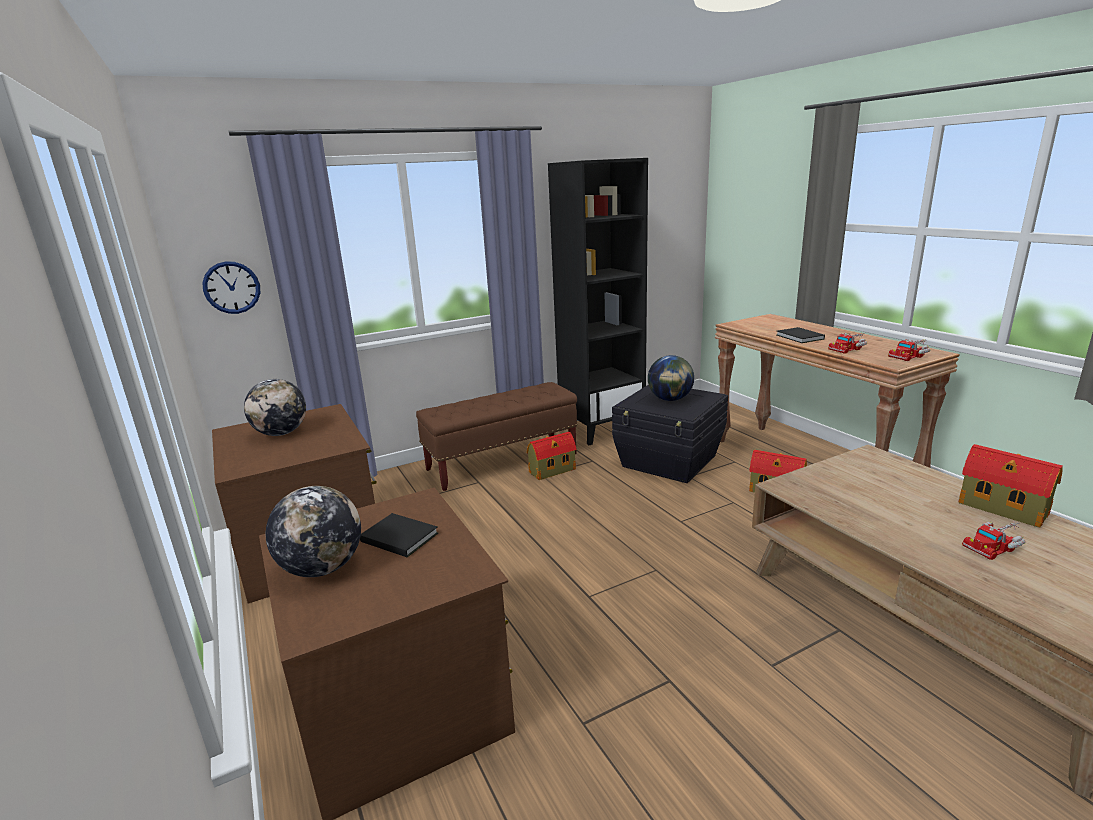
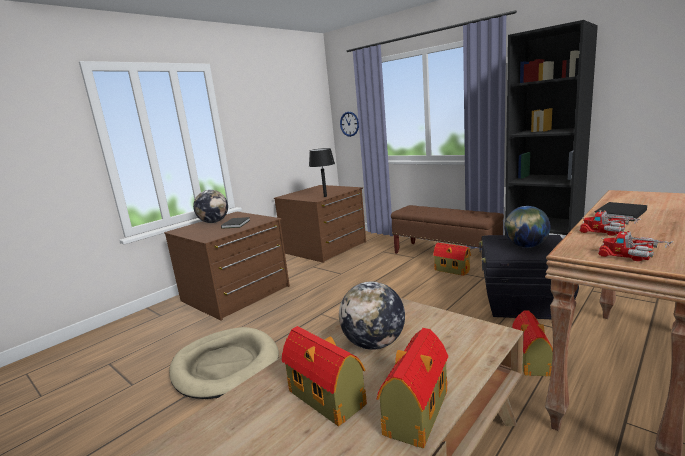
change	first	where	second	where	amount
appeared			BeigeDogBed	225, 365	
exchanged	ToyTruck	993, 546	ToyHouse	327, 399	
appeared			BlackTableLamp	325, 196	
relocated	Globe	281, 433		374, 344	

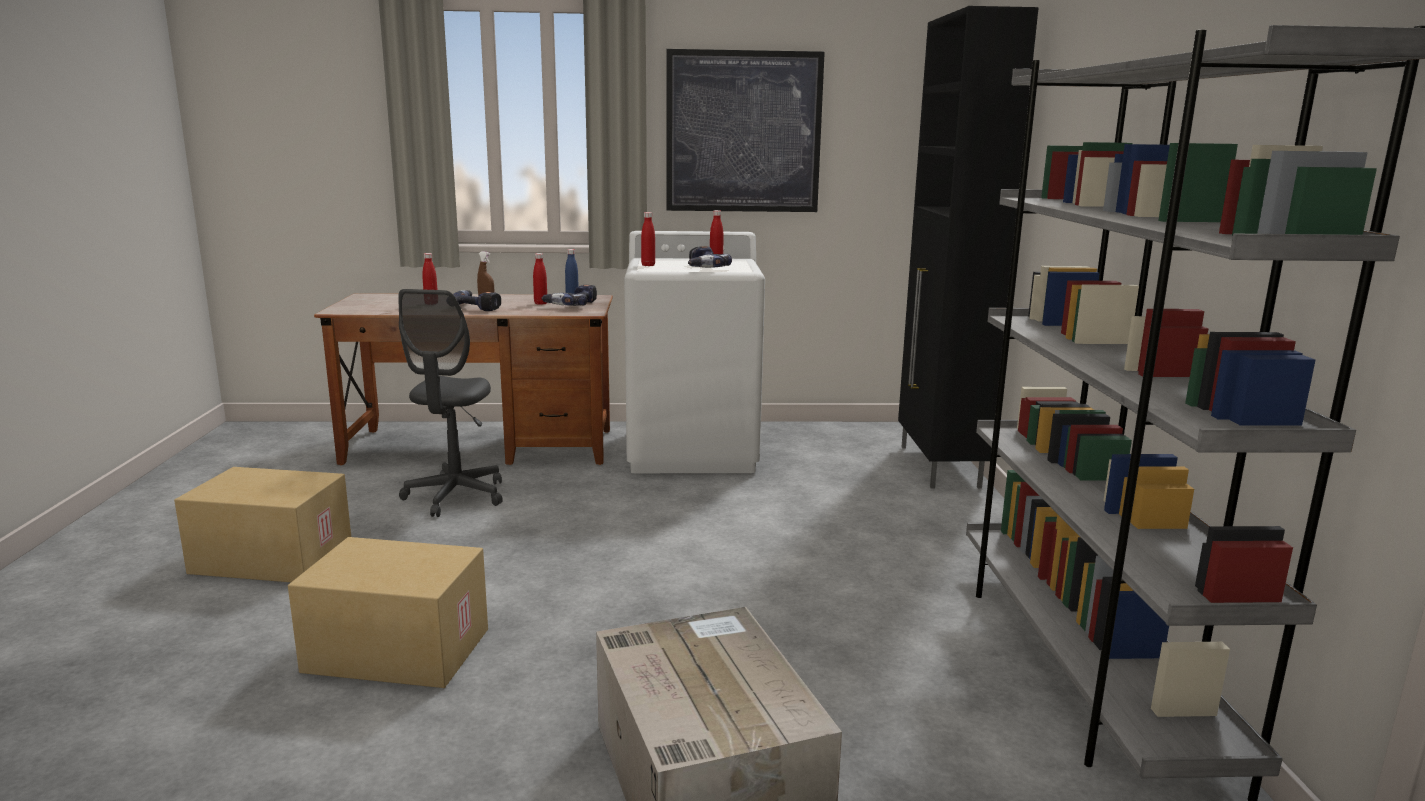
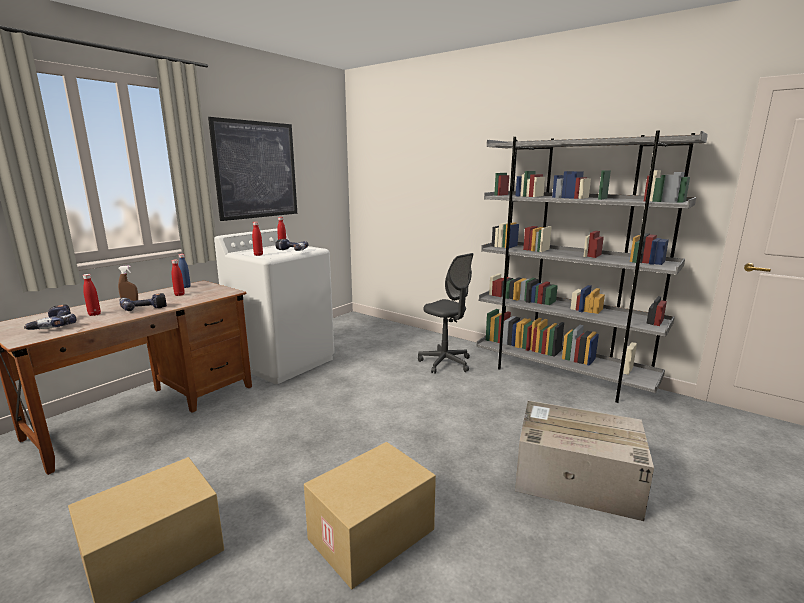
change	first	where	second	where	amount
relocated	PowerDrill	571, 304		53, 325	
relocated	GreyOfficeChair	456, 496		445, 363	
missing	BlackCabinet	938, 467			

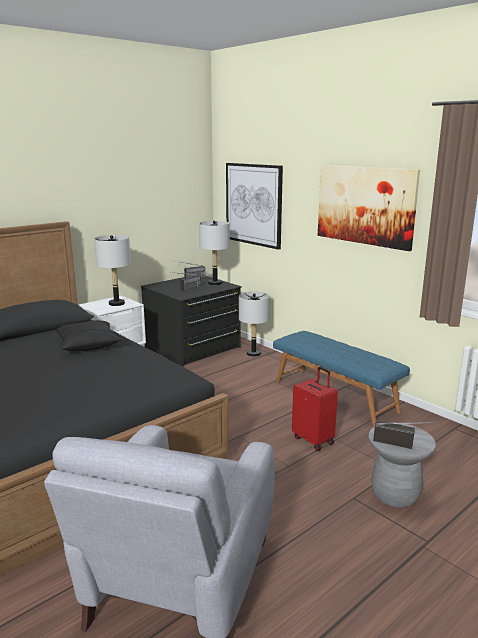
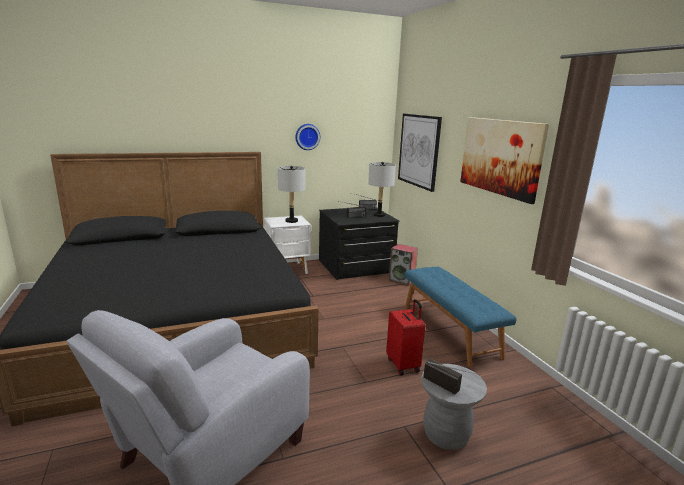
change	first	where	second	where	amount
appeared			WallClock	307, 136	
exchanged	GreyTableLamp	253, 353	Speaker	402, 280	
missing	BlackPillow	87, 345			

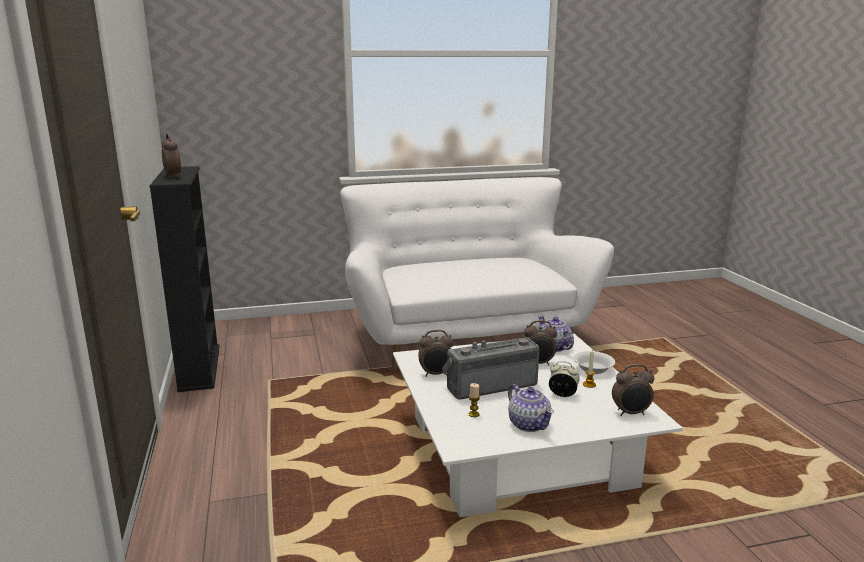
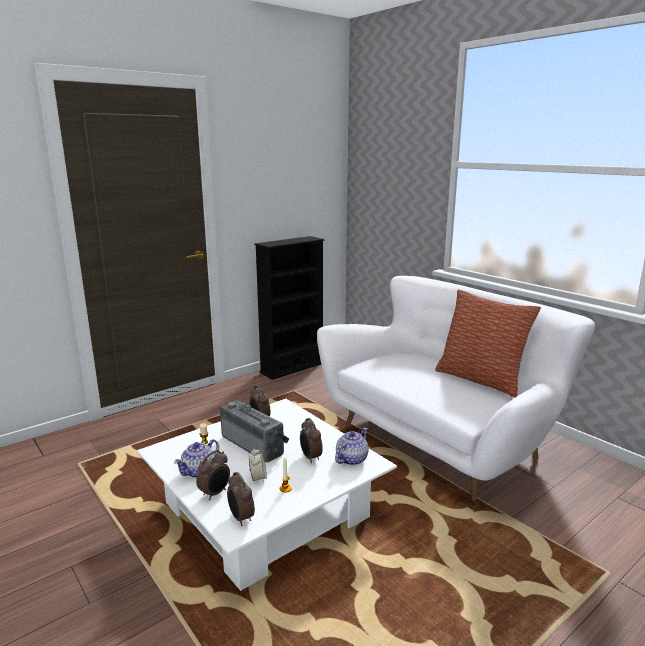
change	first	where	second	where	amount
relocated	AlarmClock	173, 176		215, 493	
appeared			Pillow	481, 379	
missing	WhiteBowl	593, 369			

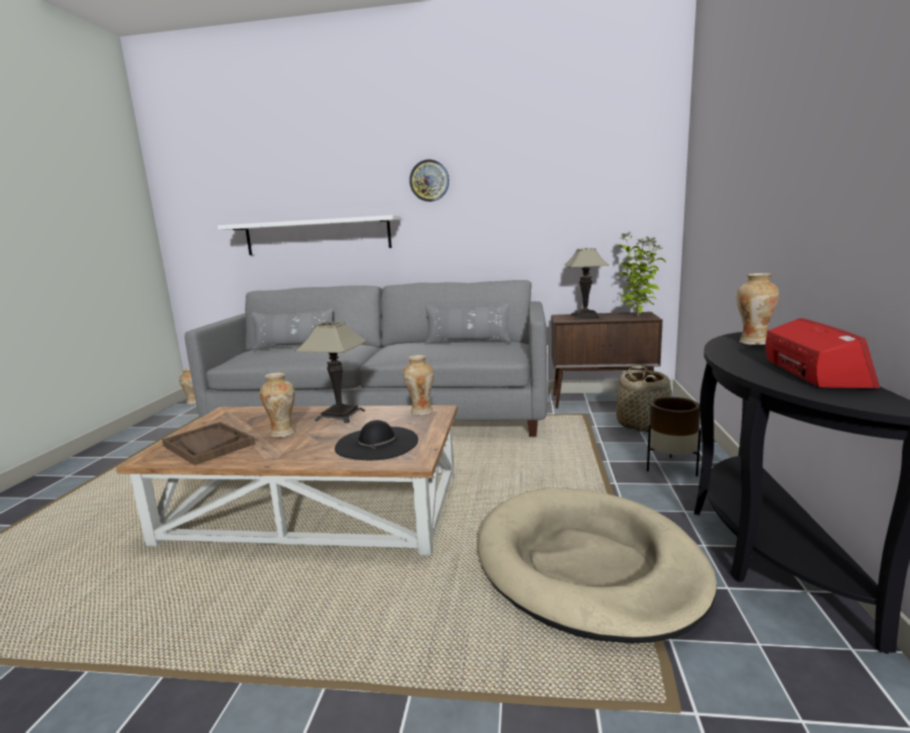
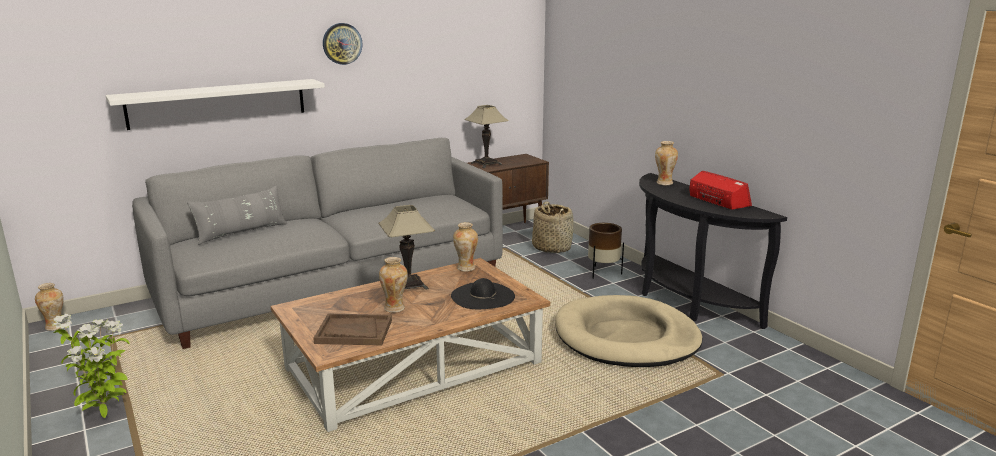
change	first	where	second	where	amount
relocated	PottedPlant	638, 316		105, 415	
missing	GreyPillow	468, 342			

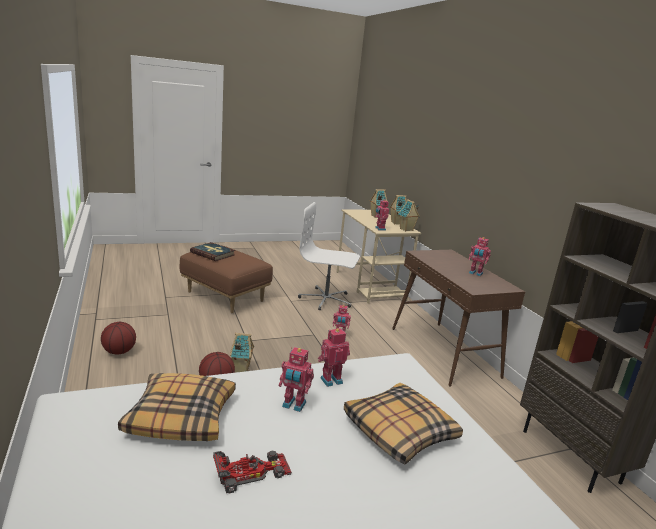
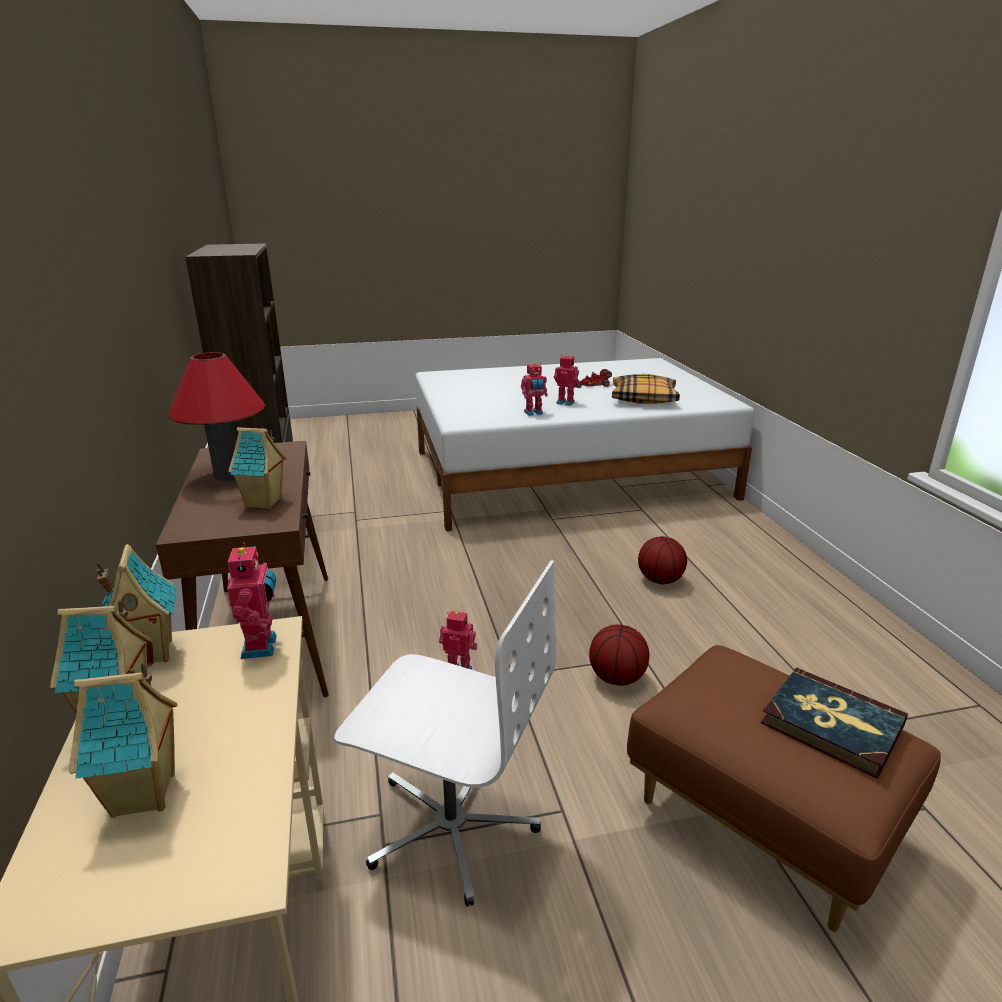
change	first	where	second	where	amount
exchanged	ToyRobot	475, 273	RedTableLamp	229, 475	
relocated	ToyHouse	240, 369		264, 503	
relocated	Basketball	119, 352		617, 678	
missing	Pillow	398, 431			

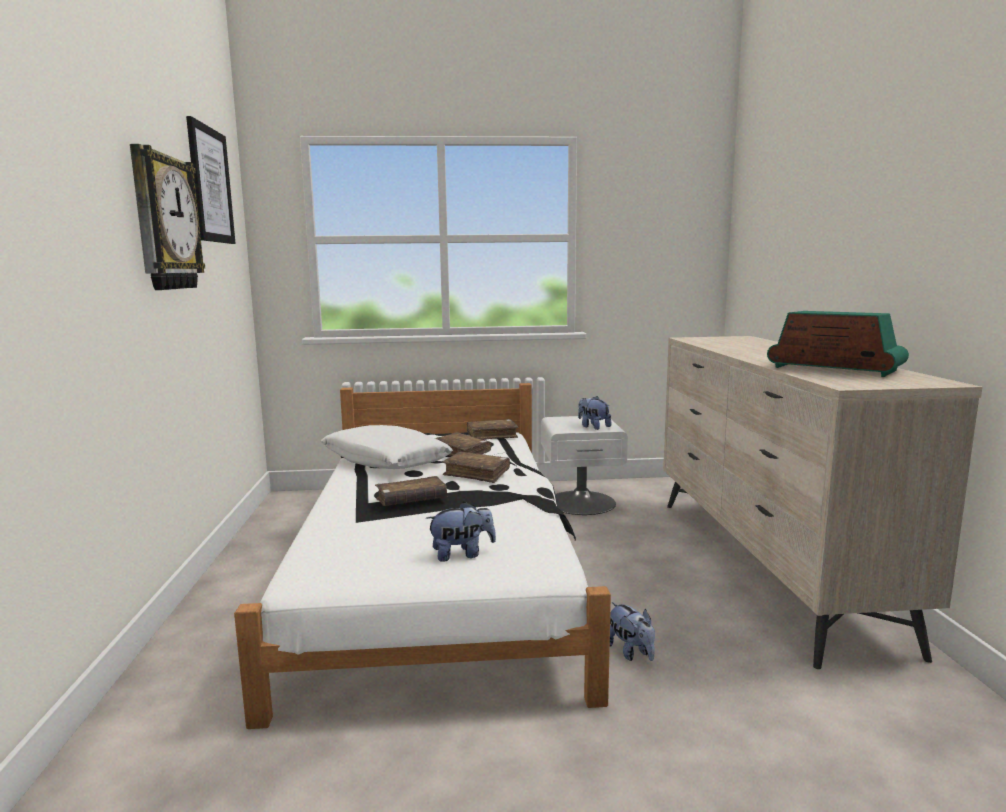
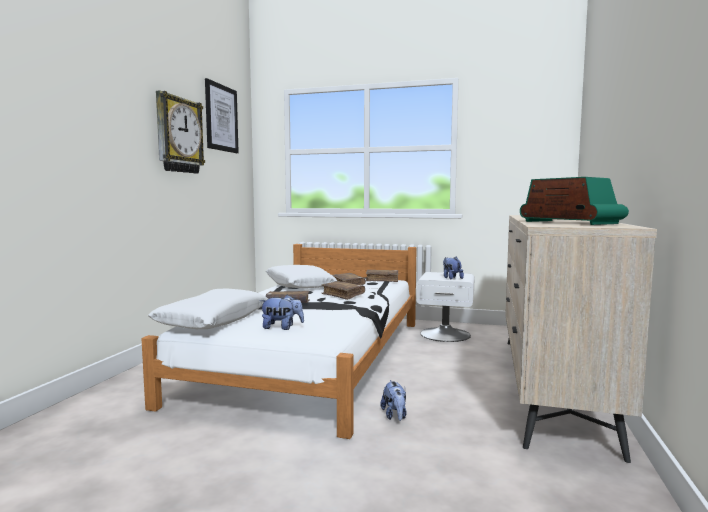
change	first	where	second	where	amount
appeared			WhitePillow	213, 320	

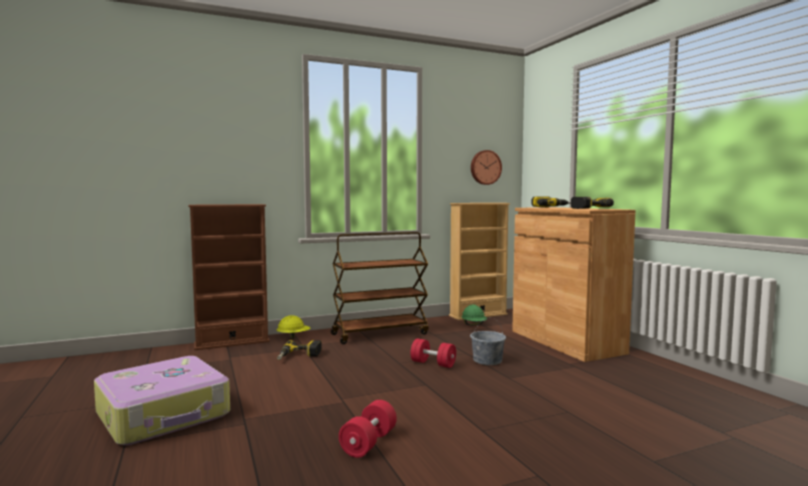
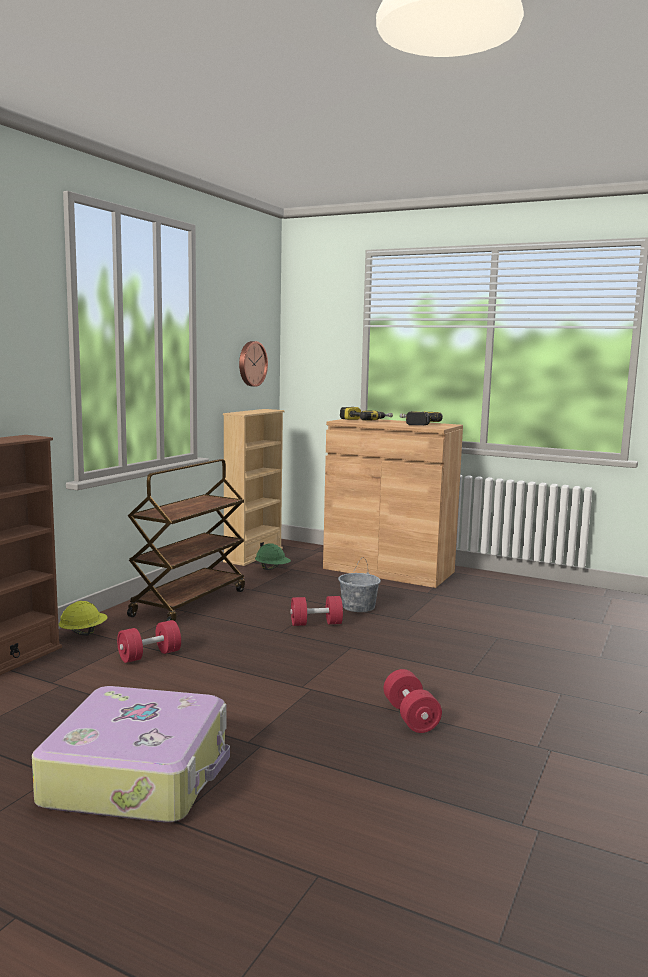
change	first	where	second	where	amount
exchanged	PowerDrill	299, 356	RedDumbbell	149, 655	

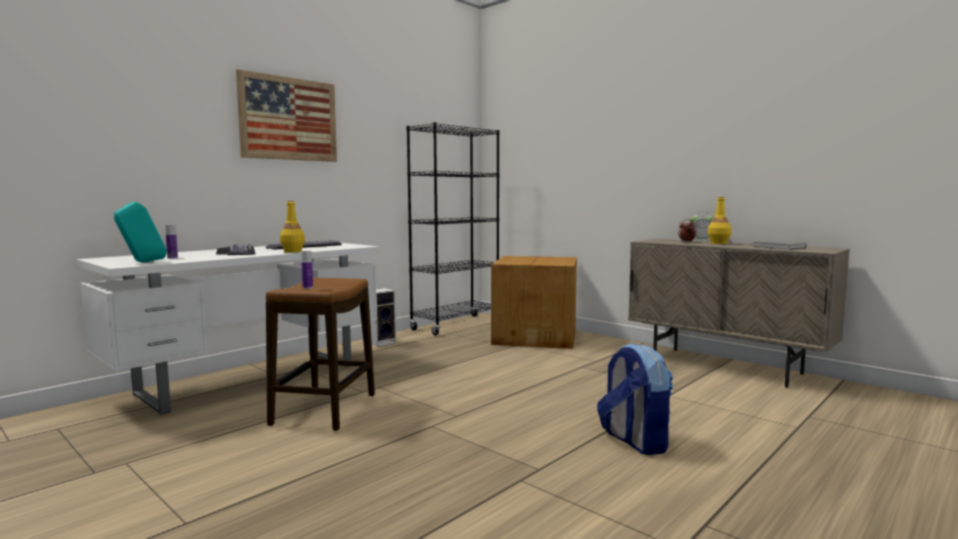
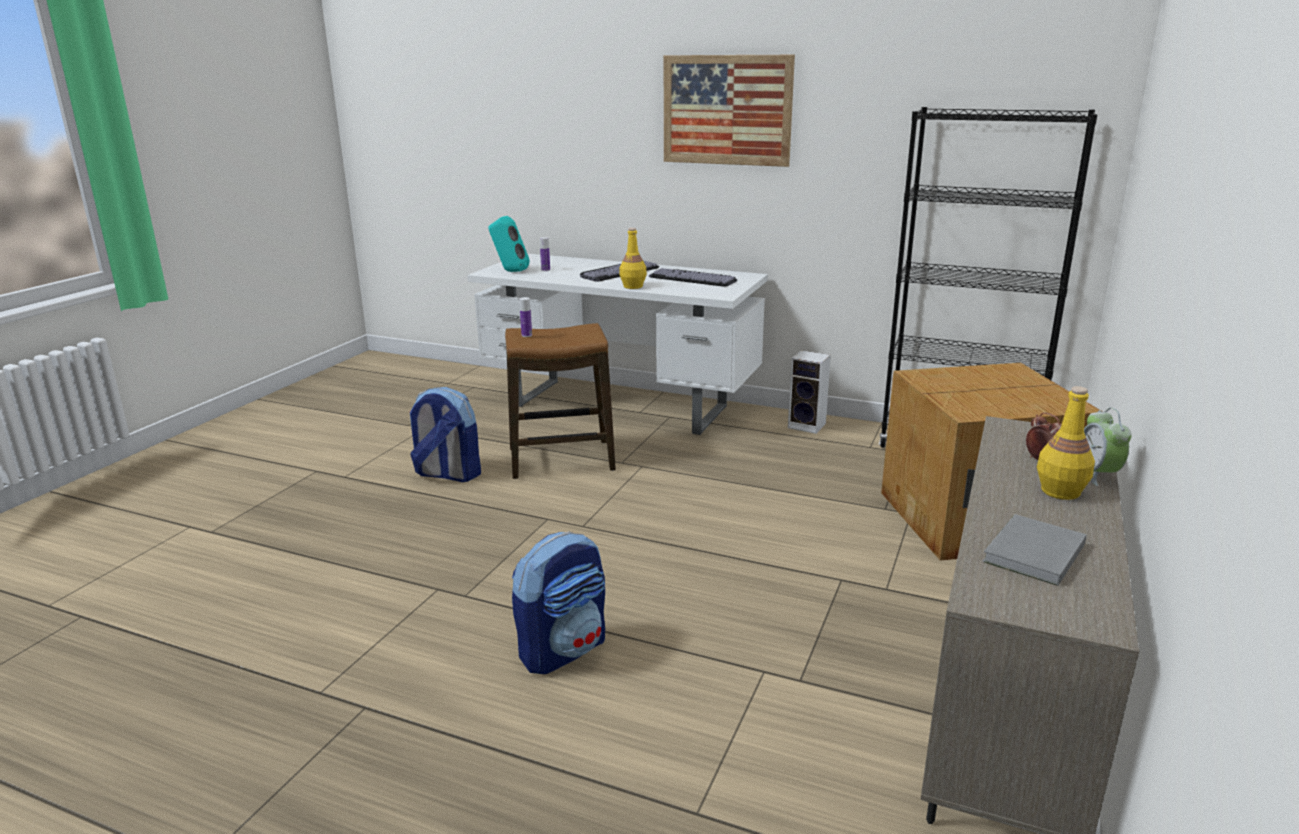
change	first	where	second	where	amount
appeared			Backpack	447, 474	

